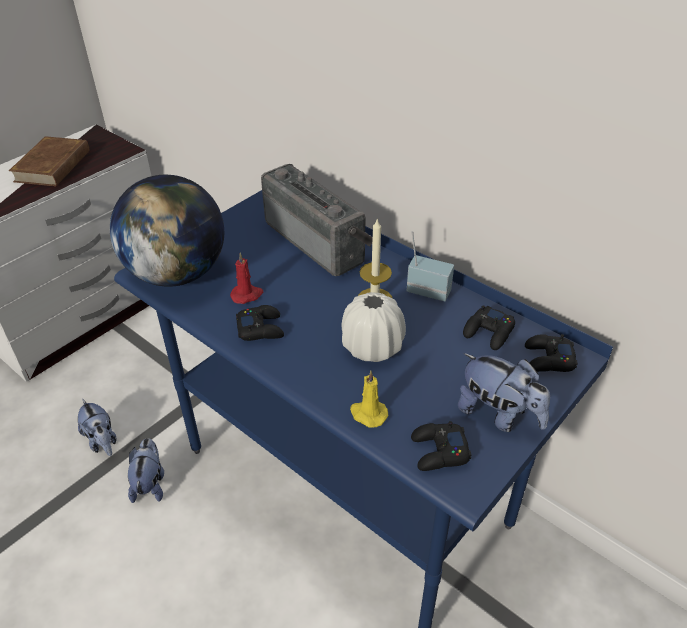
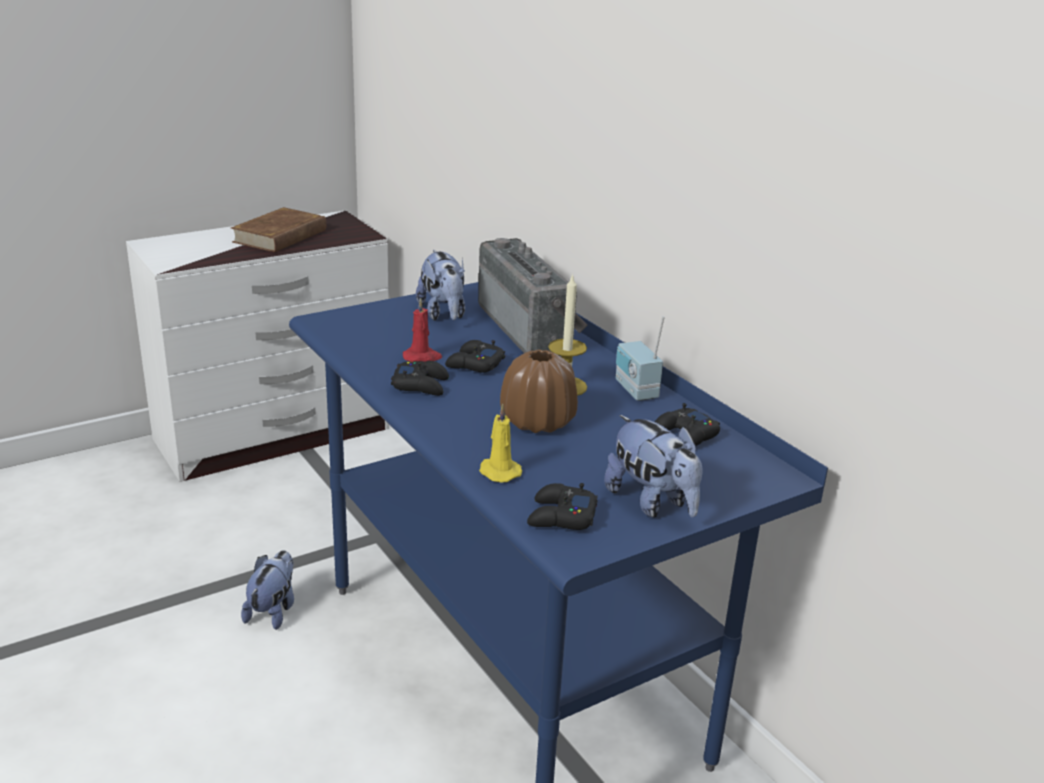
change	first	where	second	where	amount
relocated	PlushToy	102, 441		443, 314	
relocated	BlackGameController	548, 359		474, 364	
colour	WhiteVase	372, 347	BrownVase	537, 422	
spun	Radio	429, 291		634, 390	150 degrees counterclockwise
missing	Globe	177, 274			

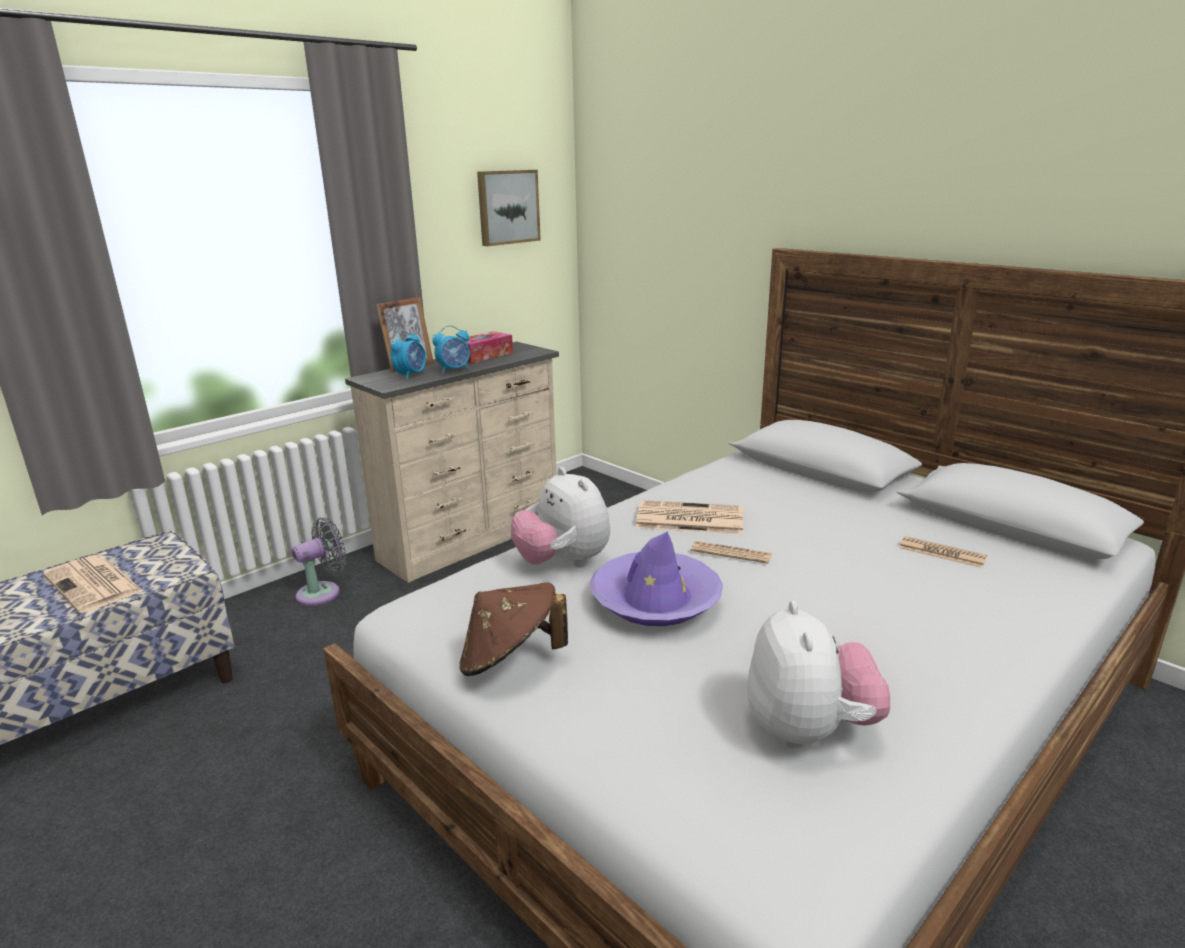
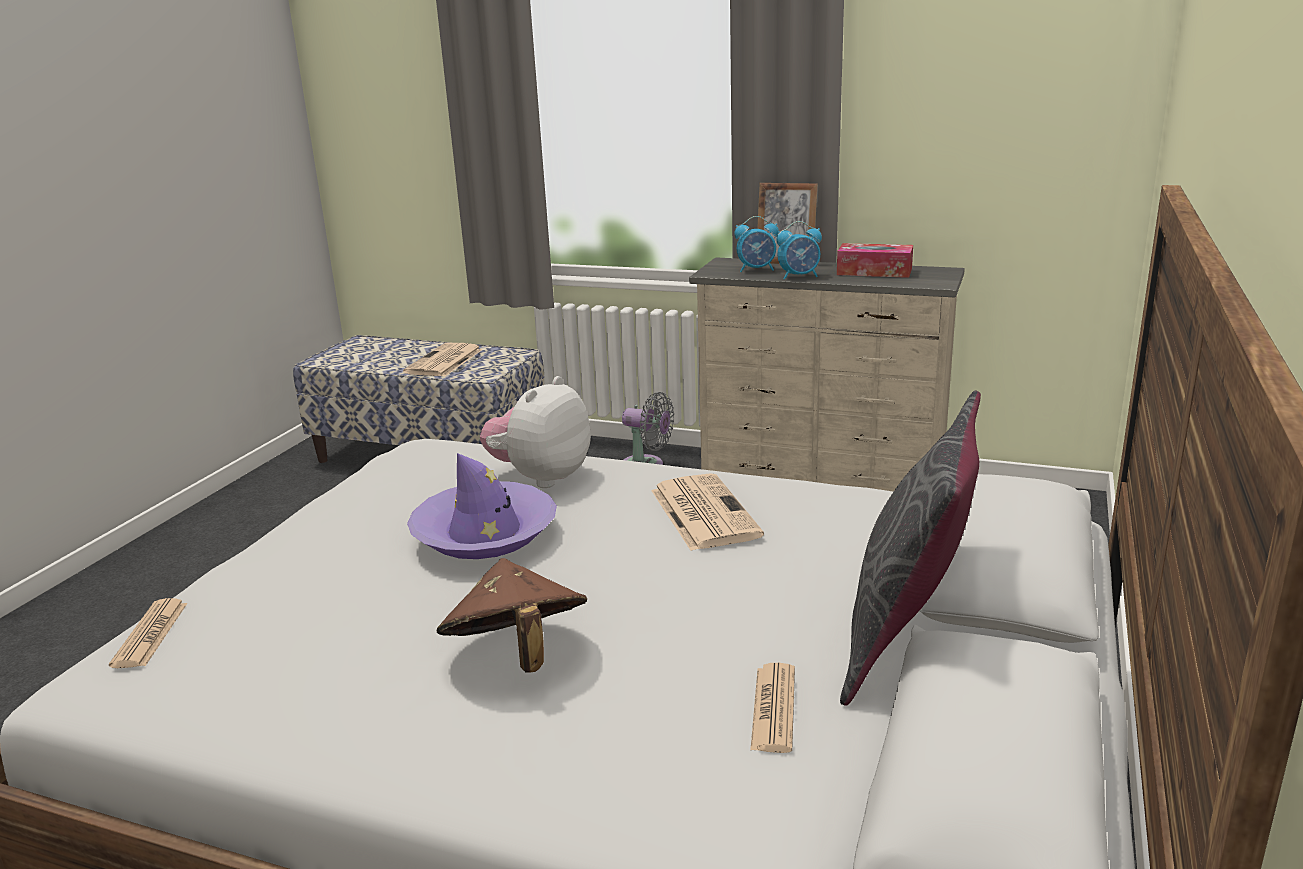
change	first	where	second	where	amount
relocated	Newspaper	731, 553		150, 634	
relocated	BrownHat	511, 660		516, 656	
spun	AlarmClock	454, 370		799, 276	45 degrees counterclockwise
appeared			GreyPillow	906, 641	
missing	Picture	507, 207			
missing	PlushToy	808, 730			

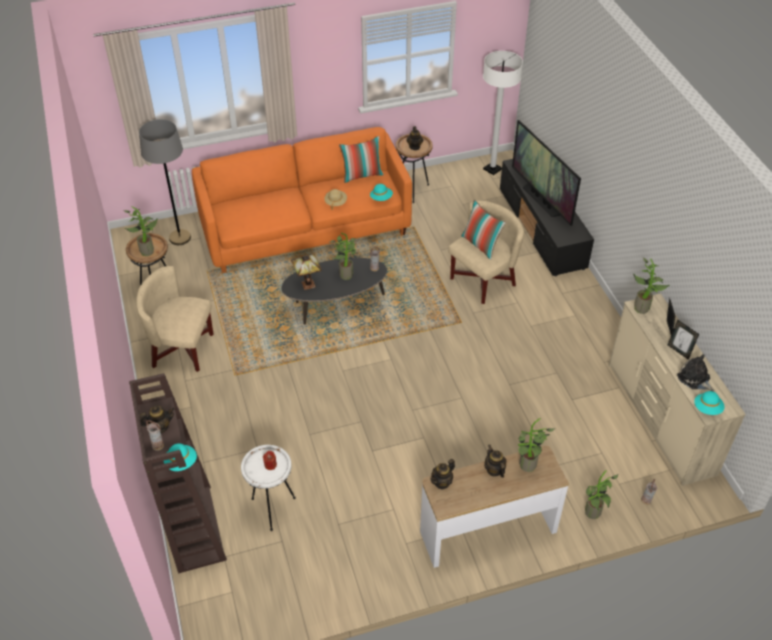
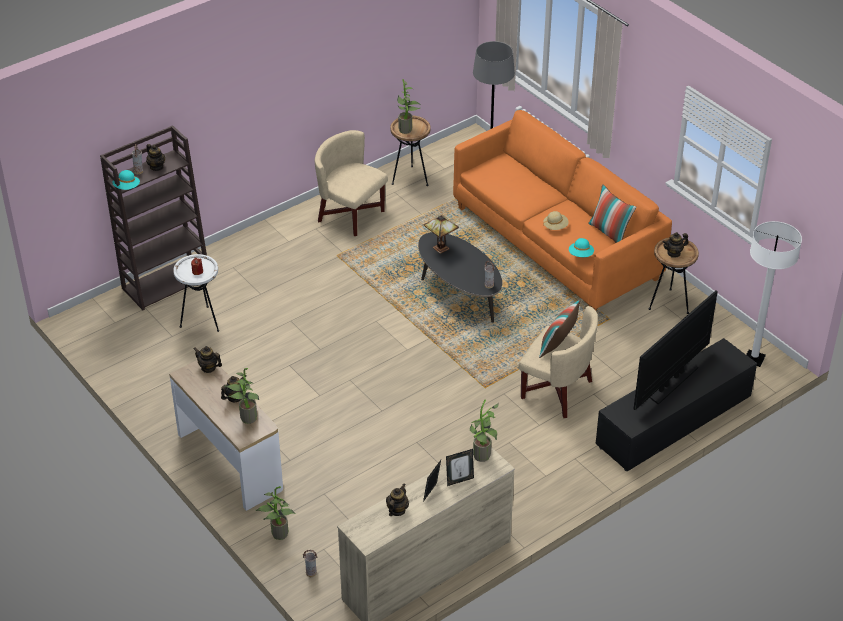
change	first	where	second	where	amount
spun	BeigeArmchair	182, 349		351, 215	45 degrees counterclockwise
exchanged	PlushToy	694, 379	Teapot	397, 510	
missing	PottedPlant	345, 273			
missing	TurquoiseHat	707, 408			

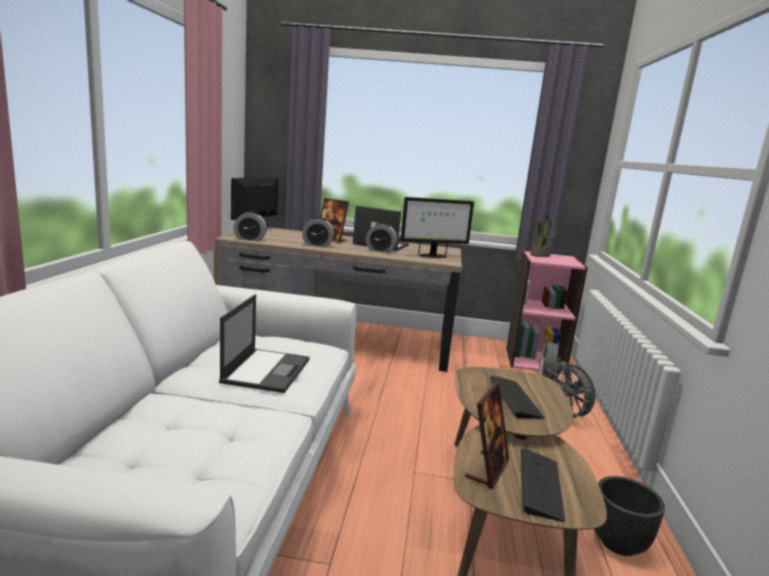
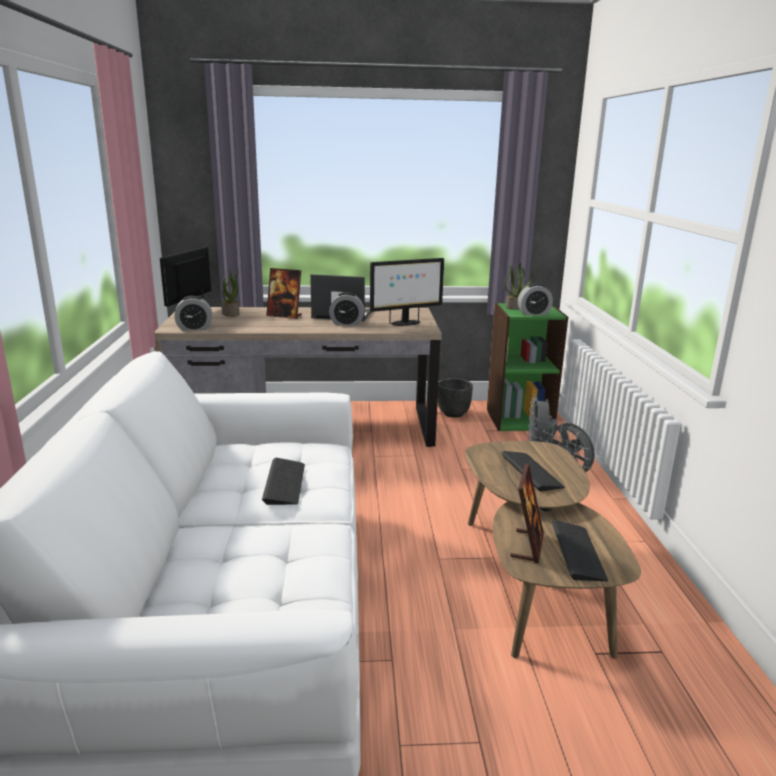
change	first	where	second	where	amount
appeared			PottedPlant	231, 314	
exchanged	Laptop	267, 370	Keyboard	284, 483	
relocated	BlackPlanter	619, 543		453, 414	
colour	PinkBookcase	534, 360	GreenBookcase	519, 419	
relocated	AlarmClock	317, 245		533, 313	

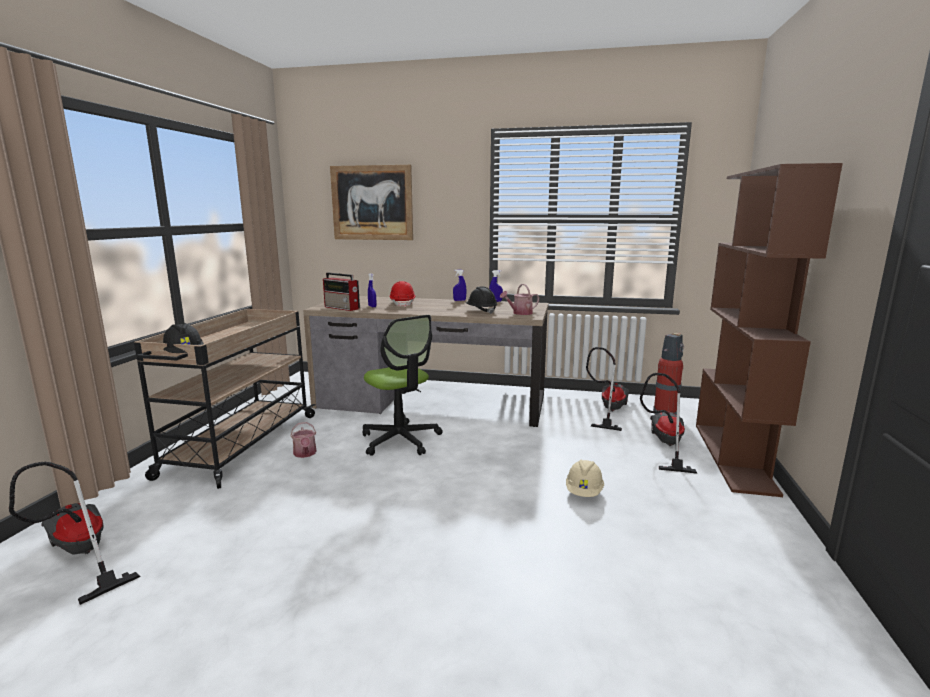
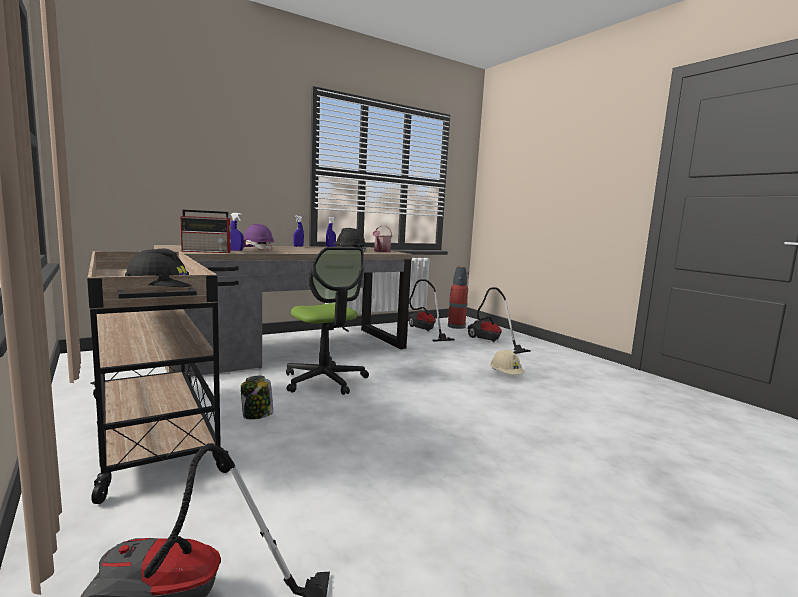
change	first	where	second	where	amount
exchanged	WateringCan	305, 454	Jar	257, 415	
colour	RedHardHat	402, 304	PurpleHardHat	257, 248	
spun	OfficeChair	400, 440		325, 380	45 degrees clockwise
missing	Picture	372, 203			
missing	BrownBookcase	734, 457			

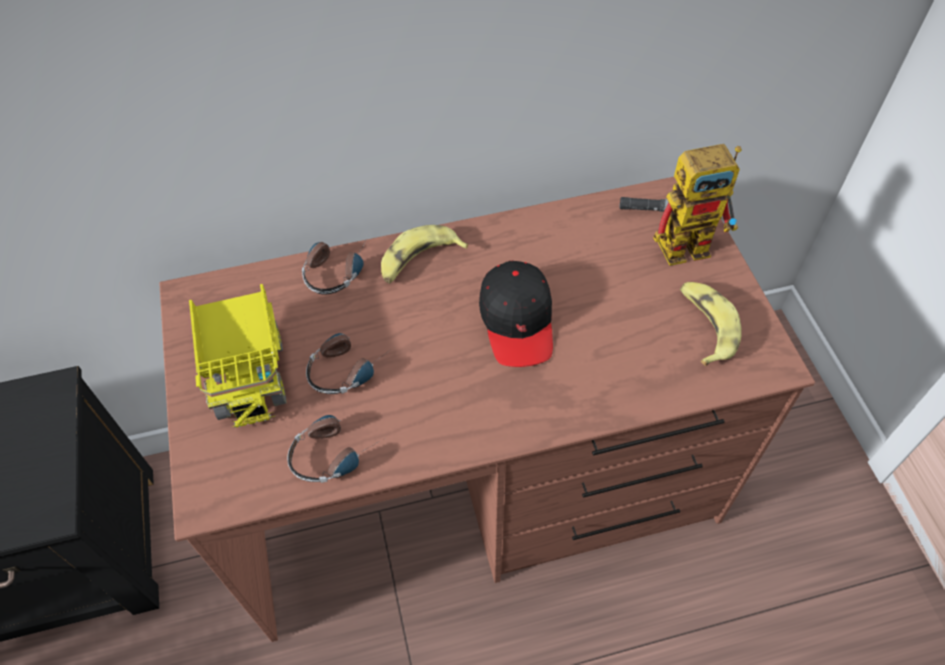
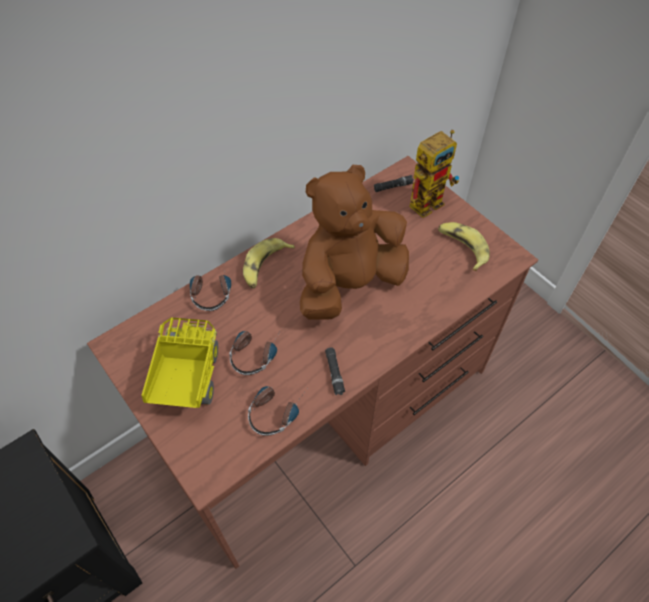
change	first	where	second	where	amount
spun	ToyTruck	248, 371		187, 380	135 degrees counterclockwise
exchanged	BlackCap	518, 321	BrownPlushToy	349, 283	
appeared			BlackFlashlight	334, 373	

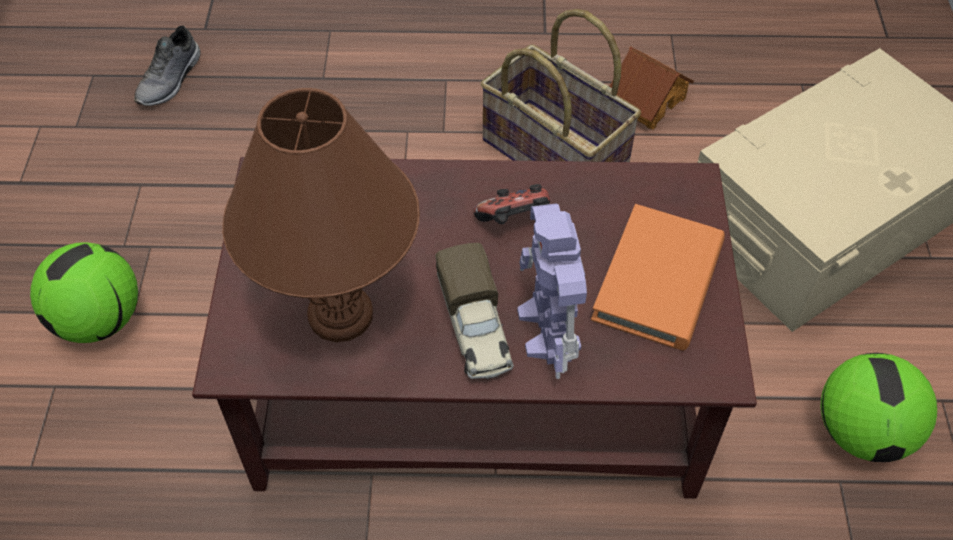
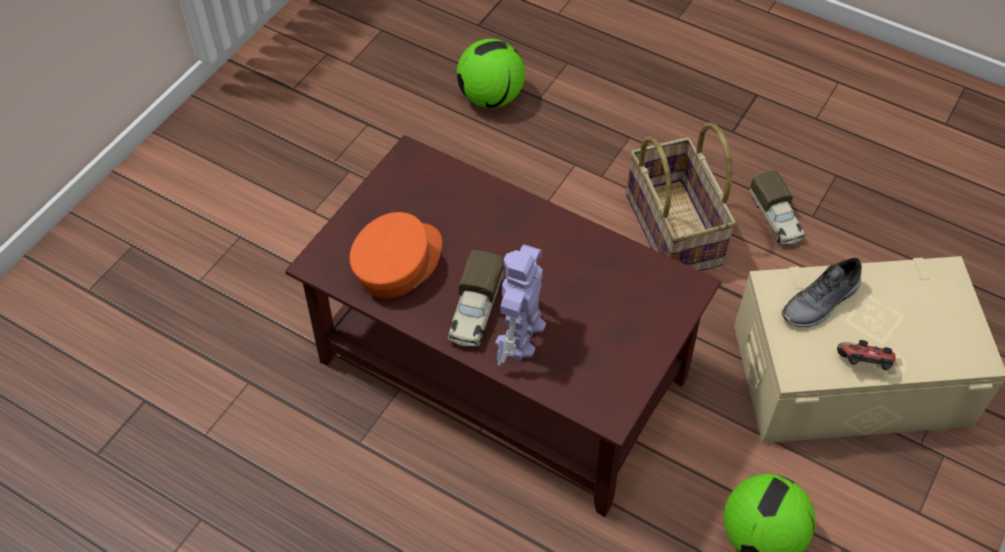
change	first	where	second	where	amount
exchanged	BrownTableLamp	339, 315	OrangeCap	398, 264	
relocated	Football	100, 319		491, 97	
exchanged	ToyHouse	646, 100	ToyTruck	776, 219	
relocated	GreyShoe	171, 80		821, 303	
relocated	GameController	514, 221		863, 365	
missing	OrangeBook	658, 281			

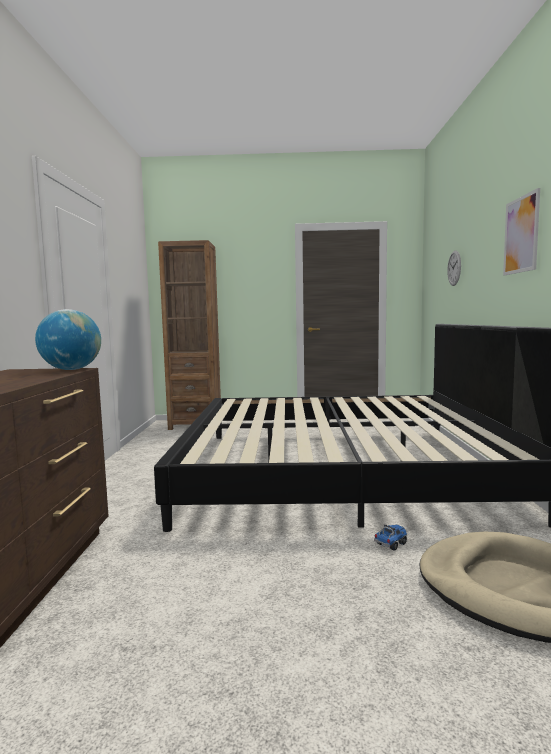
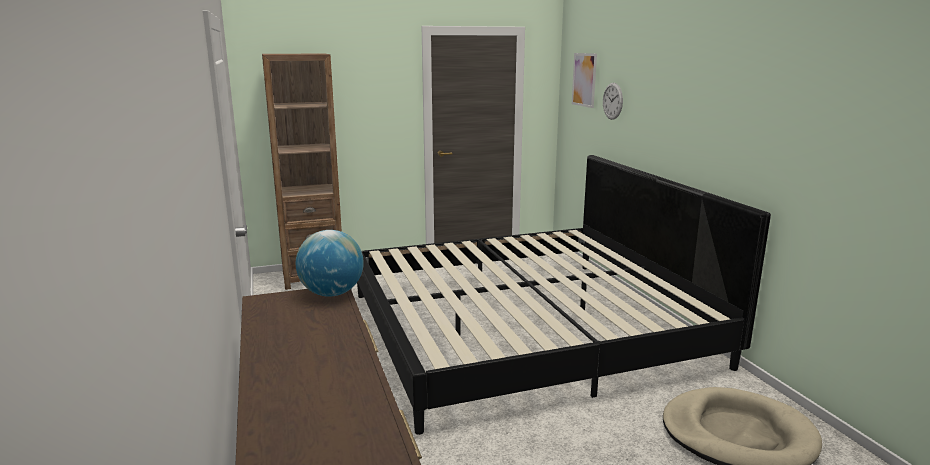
change	first	where	second	where	amount
relocated	Picture	521, 235		584, 80	
missing	ToyTruck	391, 544			

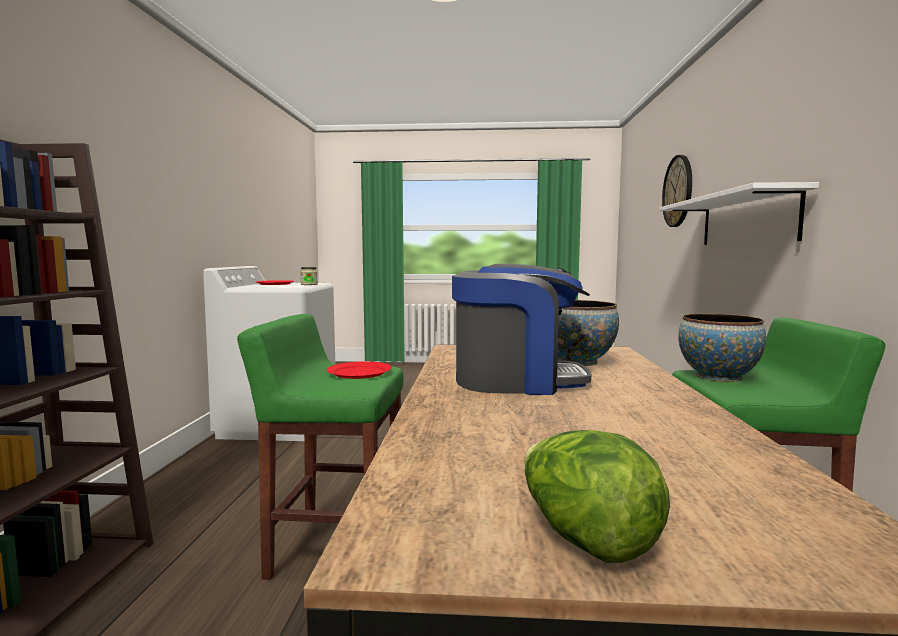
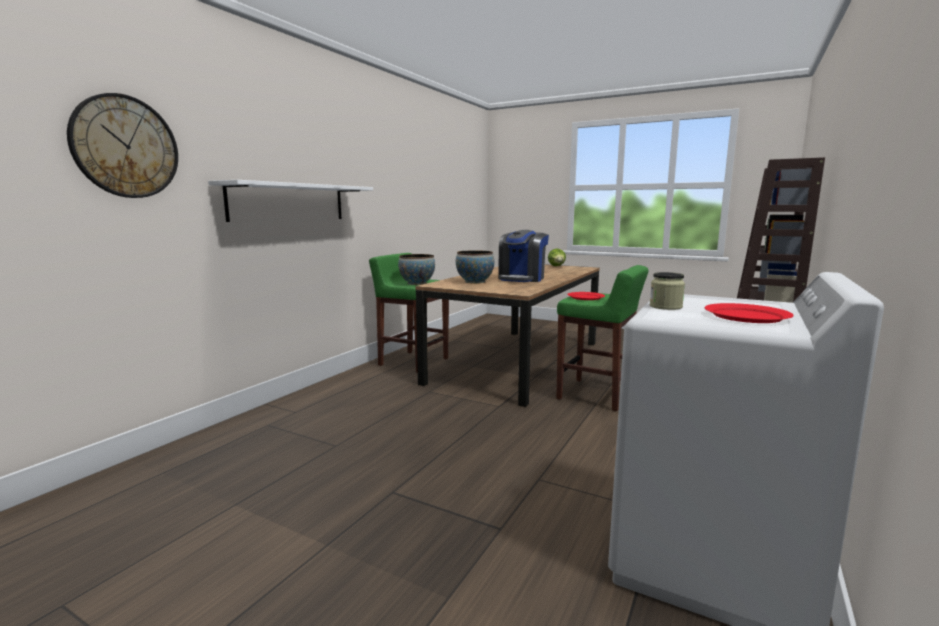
change	first	where	second	where	amount
spun	CoffeeMachine	517, 381		522, 279	90 degrees counterclockwise

